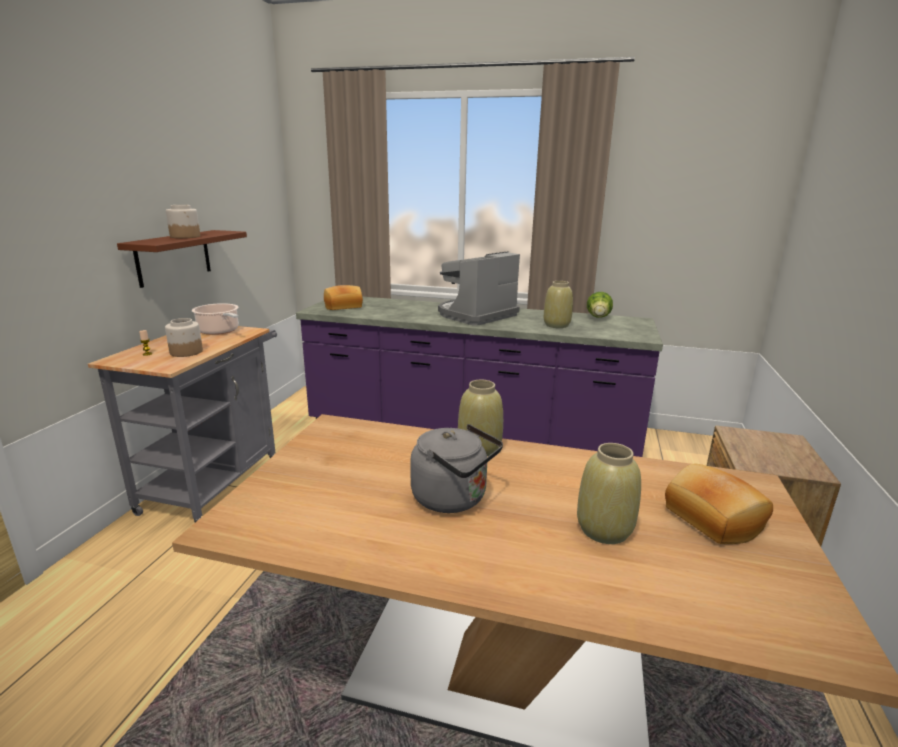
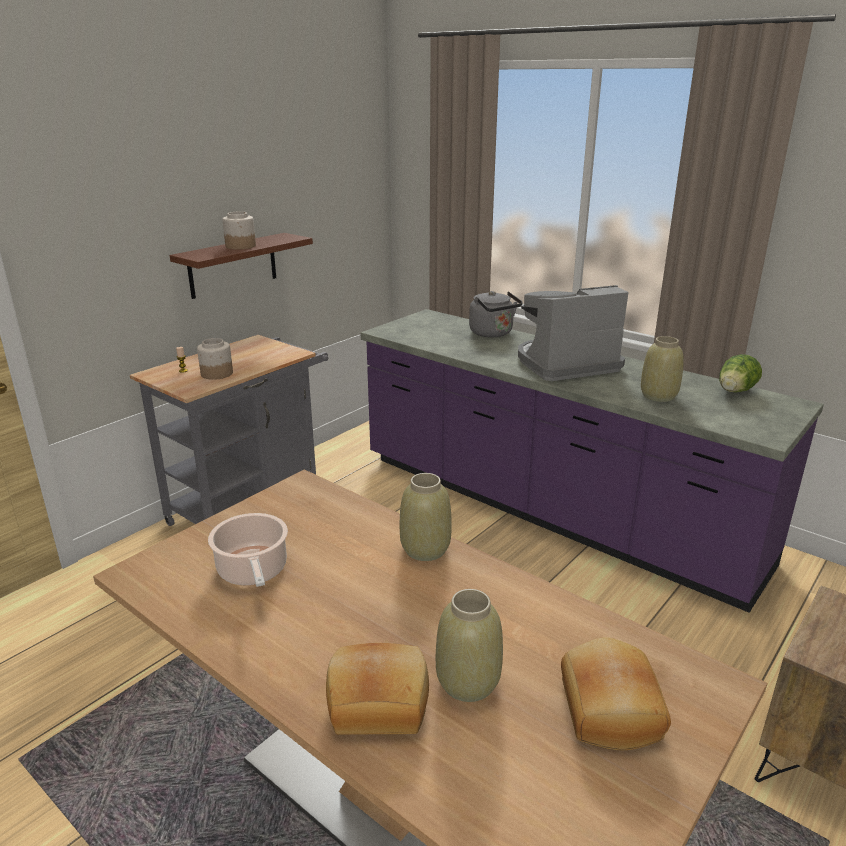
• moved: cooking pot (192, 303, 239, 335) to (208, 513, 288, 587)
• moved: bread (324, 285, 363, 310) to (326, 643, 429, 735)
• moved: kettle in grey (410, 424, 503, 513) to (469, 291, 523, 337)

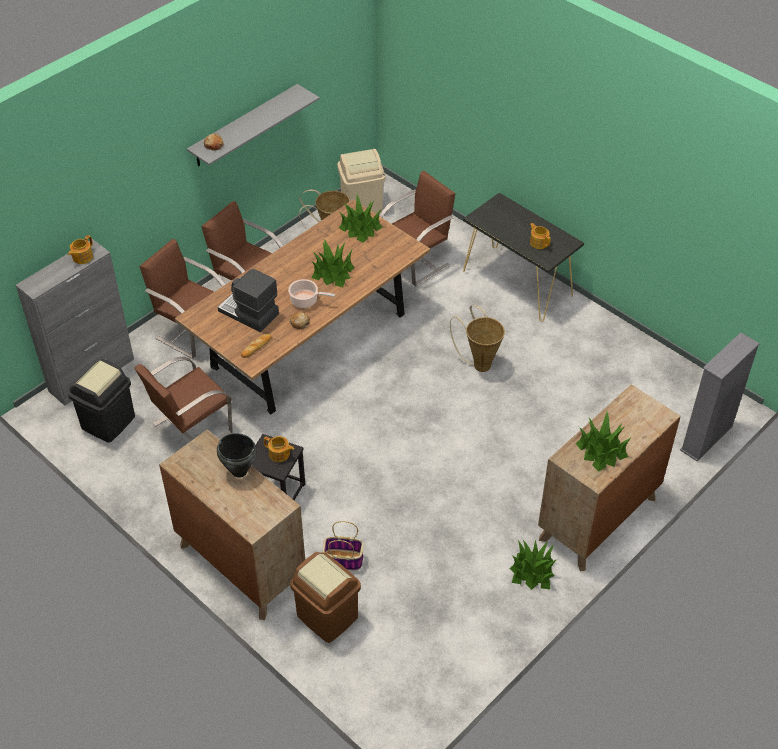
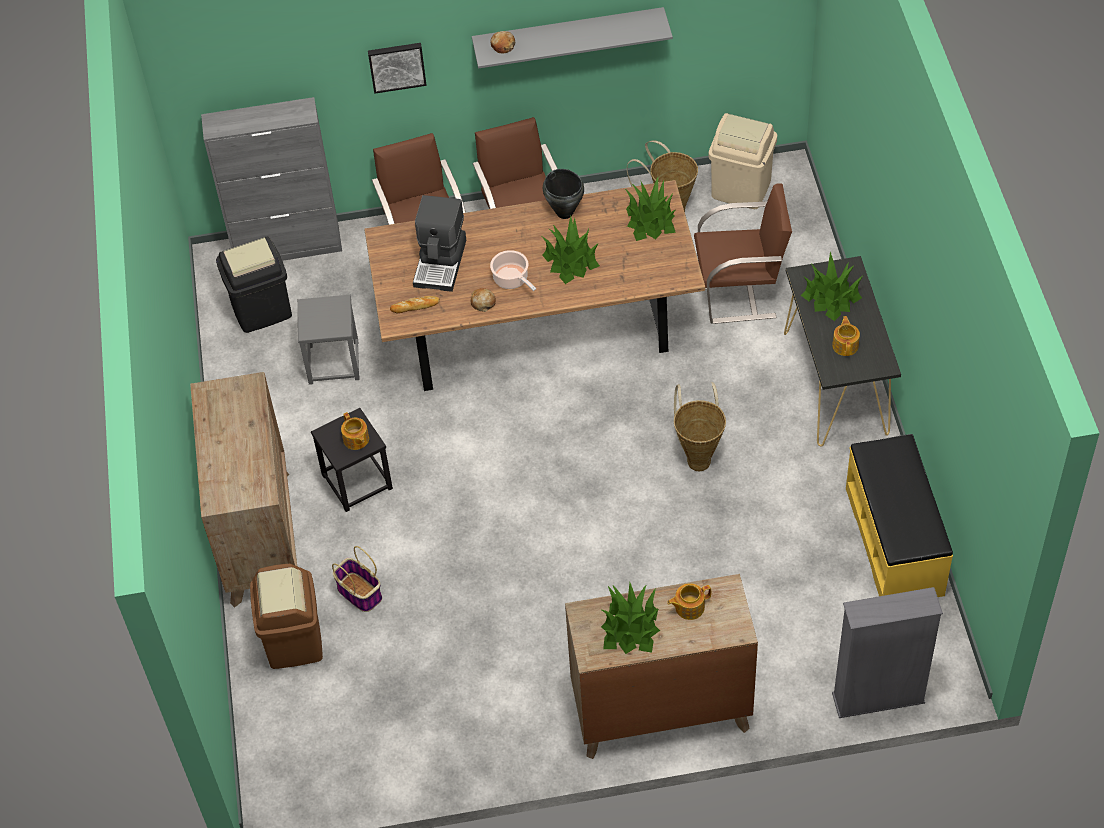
• added: picture (368, 43, 427, 94)
• added: bench in yellow (846, 434, 953, 597)
• moved: teapot (68, 235, 93, 264) to (667, 583, 711, 620)
• moved: cooking pot in black (217, 433, 257, 478) to (543, 169, 584, 219)
• moved: potted plant (509, 540, 556, 590) to (801, 252, 863, 321)
• replaced: chair in brown (134, 356, 233, 442) to stool in grey (298, 295, 360, 385)
• turned: coffee machine (218, 269, 279, 332) = (413, 195, 466, 292) 150 degrees counterclockwise

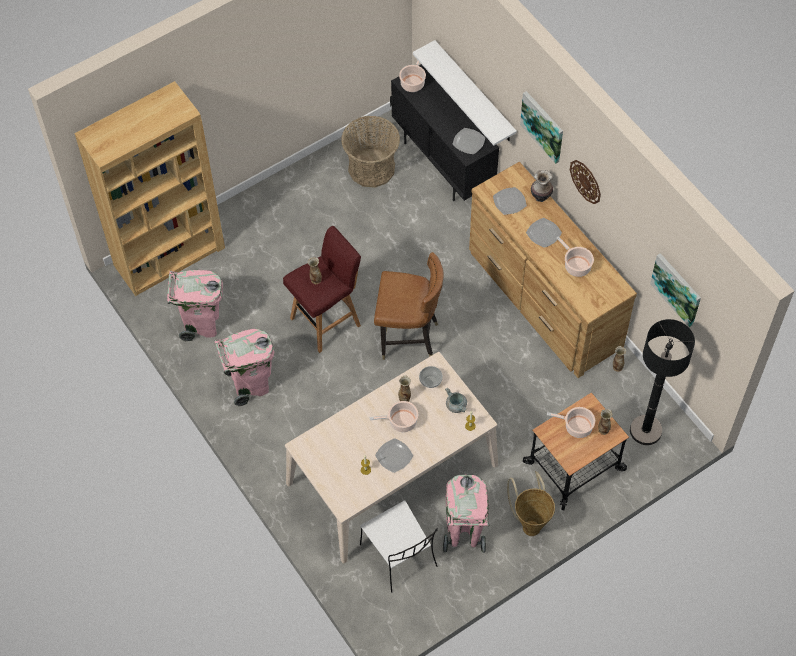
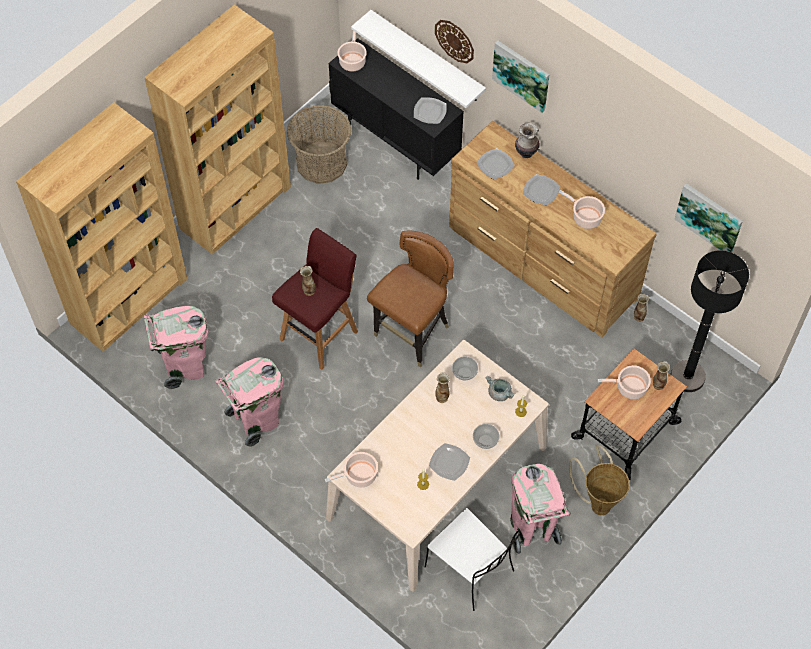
• added: bookcase in brown (144, 5, 291, 254)
• added: bowl (473, 424, 499, 449)
• moved: cooking pot (369, 401, 418, 432) to (325, 452, 378, 488)
• moved: wall clock (570, 160, 601, 204) to (435, 20, 474, 63)
• turned: chair in brown (374, 252, 444, 360) = (367, 230, 454, 368) 45 degrees counterclockwise

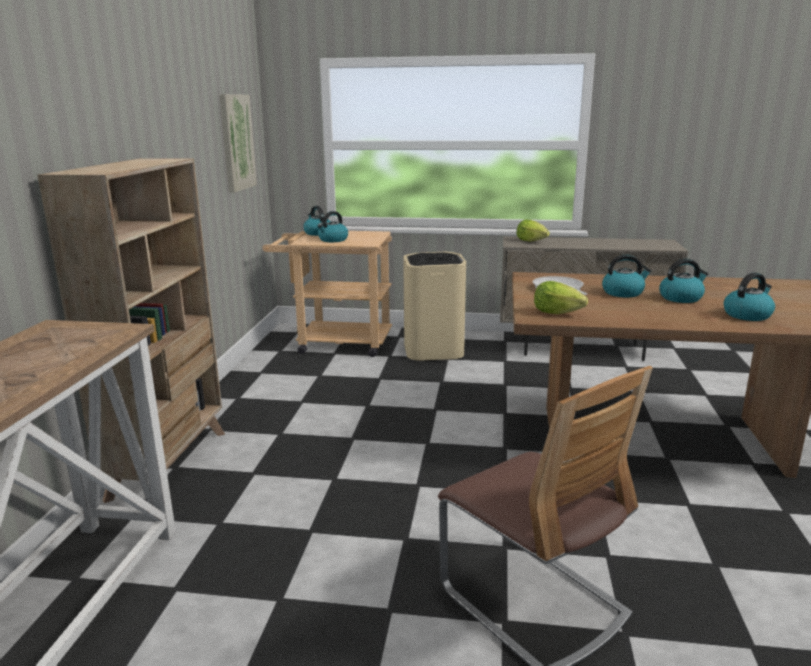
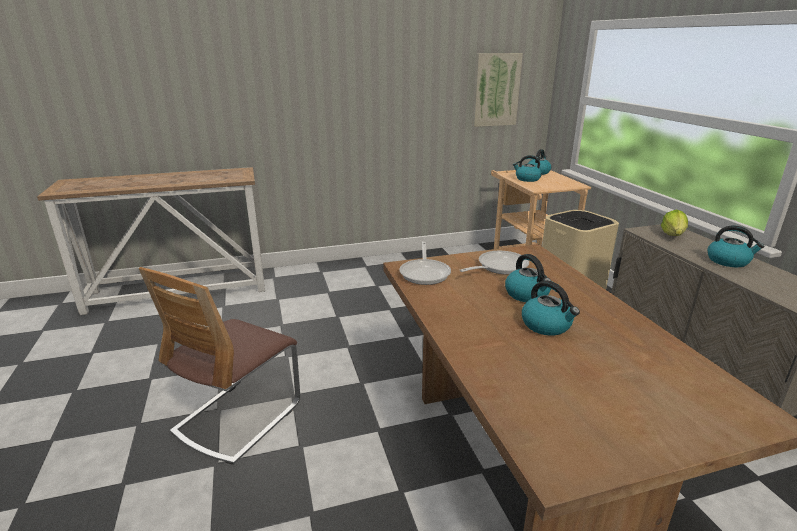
• removed: bookcase in beige (37, 158, 225, 503)
• moved: kettle (724, 272, 775, 321) to (707, 225, 765, 267)
• replaced: lettuce (534, 281, 588, 314) to frying pan (399, 242, 451, 285)

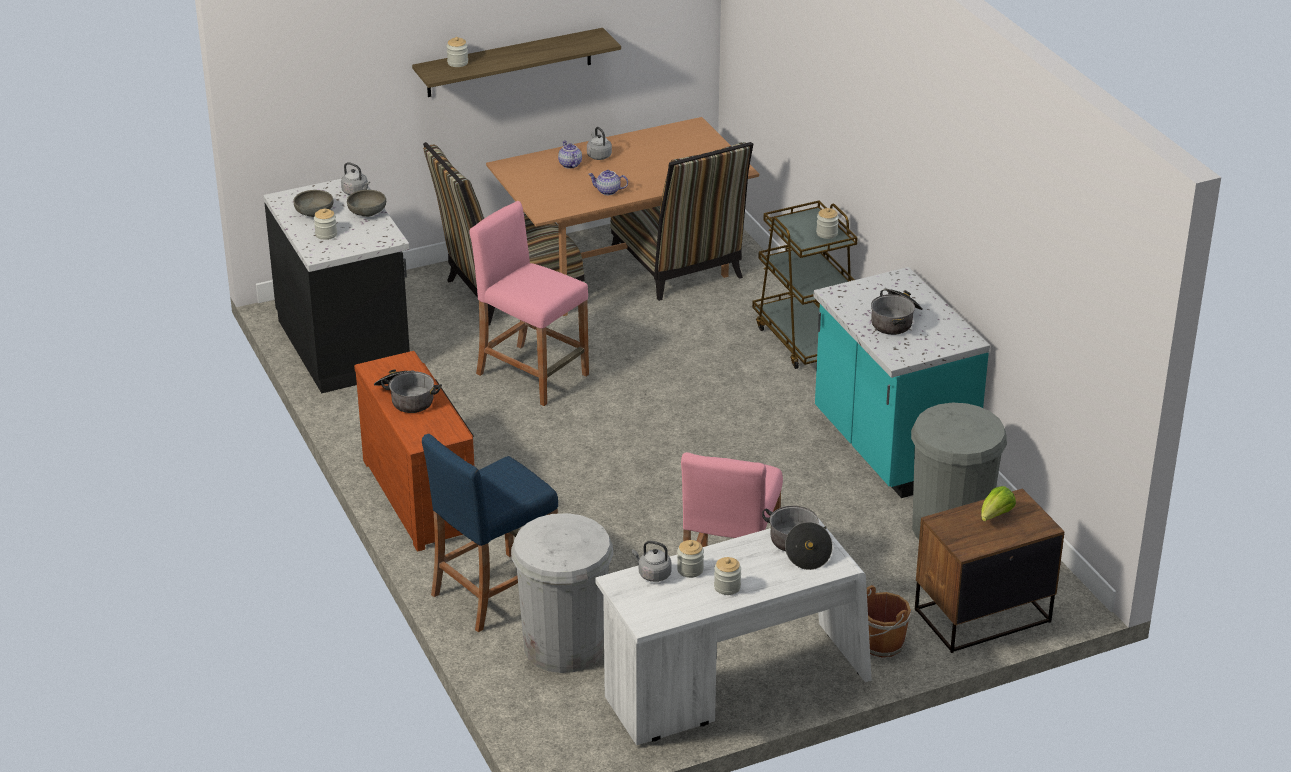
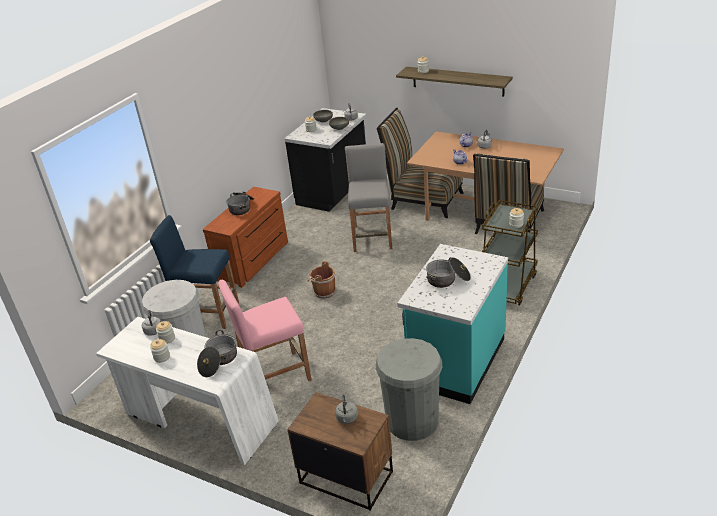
• moved: bucket in brown (867, 585, 912, 657) to (307, 261, 336, 298)
• replaced: lettuce (981, 486, 1016, 521) to kettle in grey (335, 394, 358, 424)
• recoloured: stool in pink (469, 201, 589, 406) to stool in grey (345, 143, 392, 252)

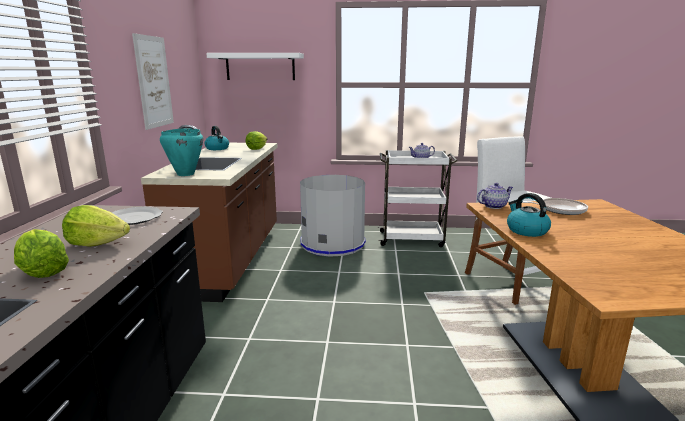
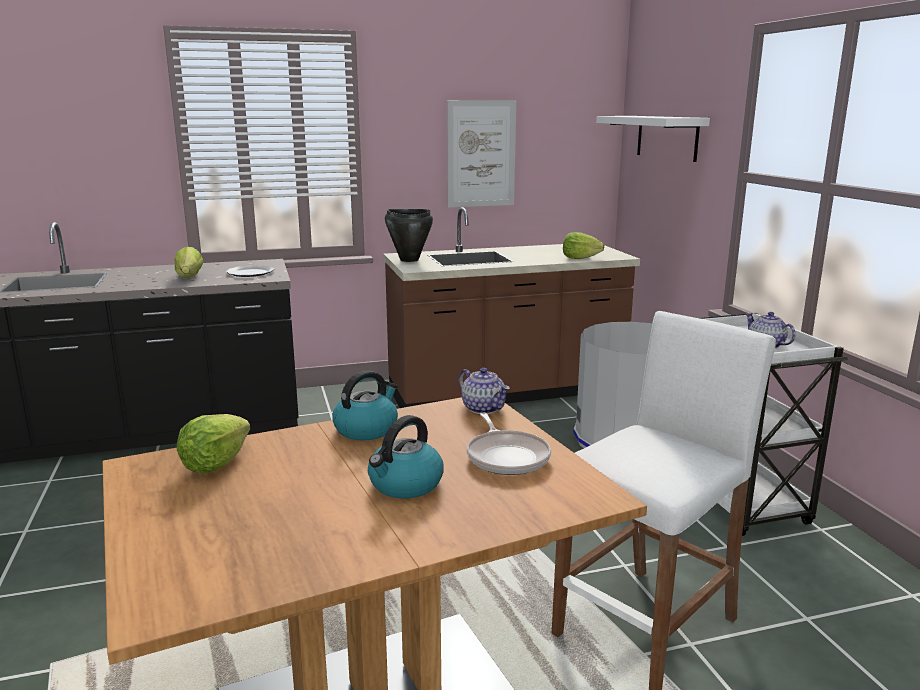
• moved: lettuce (14, 229, 69, 278) to (177, 414, 250, 474)
• moved: kettle (205, 126, 229, 150) to (368, 415, 444, 499)
• recoloured: cooking pot in turquoise (160, 128, 203, 176) to cooking pot in black (385, 209, 433, 262)

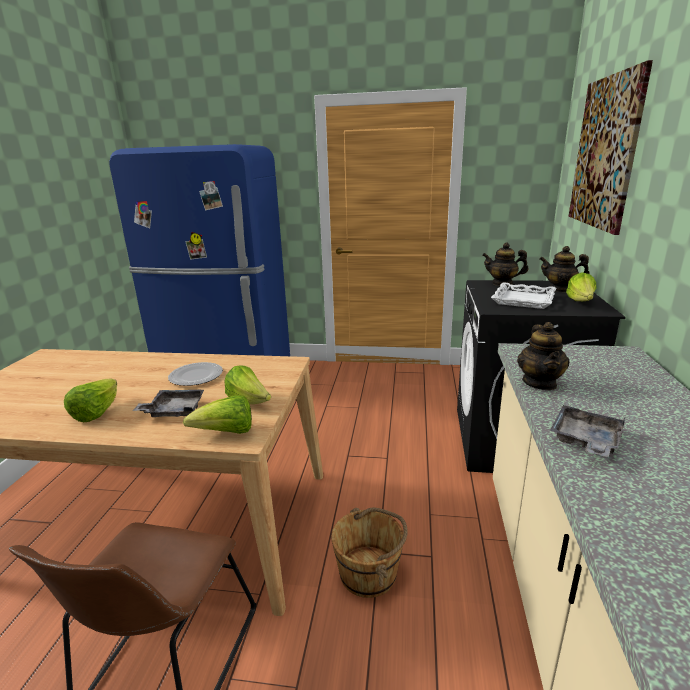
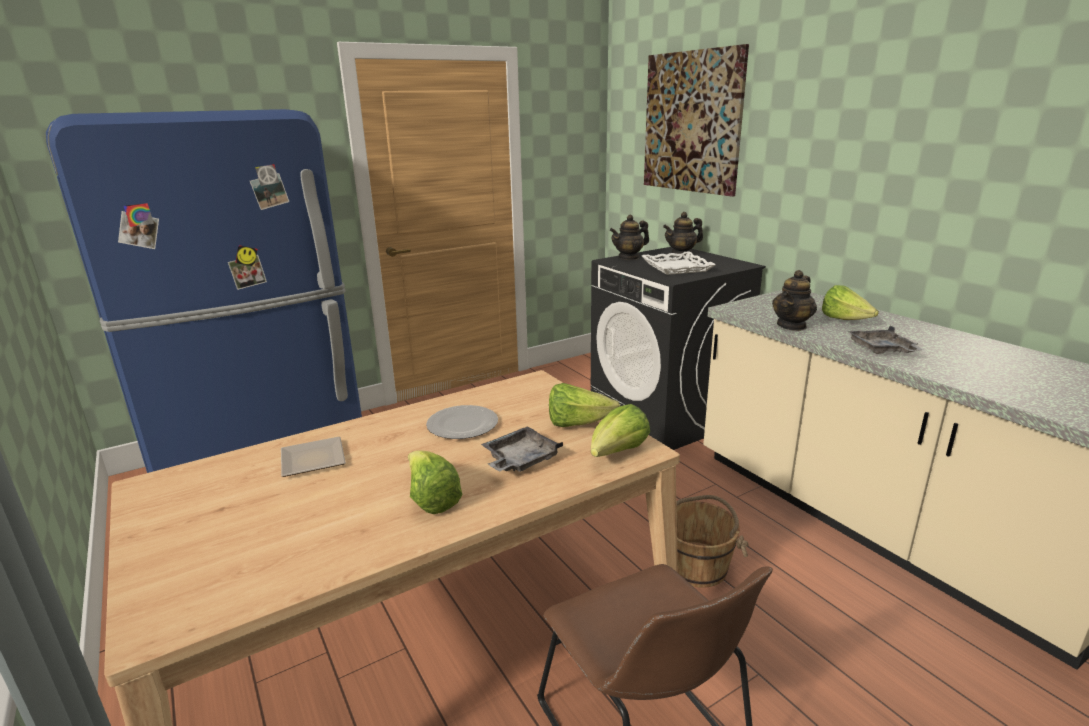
• added: plate (281, 437, 346, 477)
• moved: lettuce (566, 272, 596, 301) to (822, 285, 879, 320)
• turned: teapot (517, 322, 570, 390) = (772, 270, 817, 331) 75 degrees clockwise

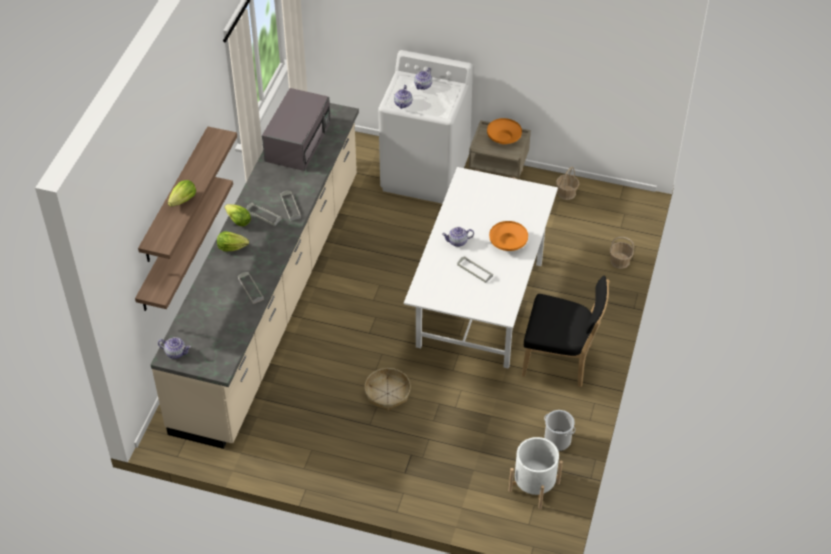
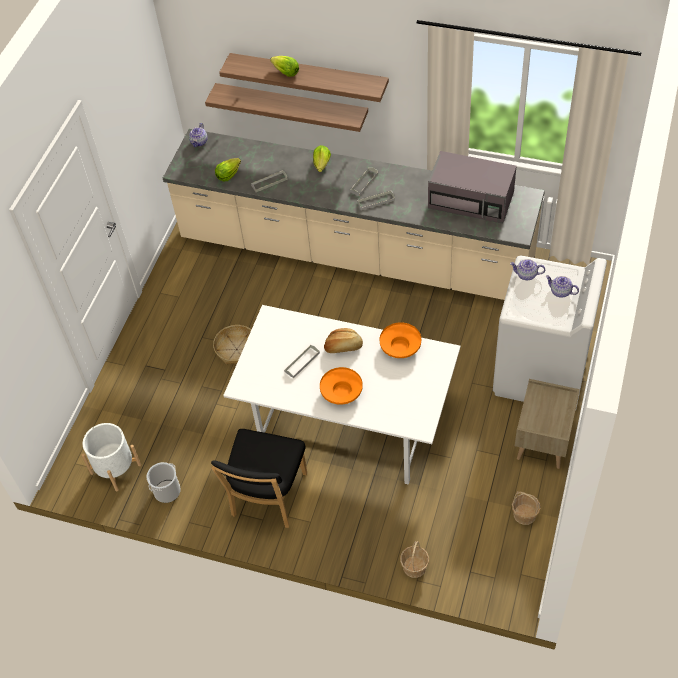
• moved: lettuce (225, 204, 251, 226) to (215, 158, 241, 182)
• moved: bowl in orange (487, 118, 522, 144) to (379, 322, 421, 358)
• replaced: teapot (442, 227, 474, 247) to bread (324, 328, 363, 353)

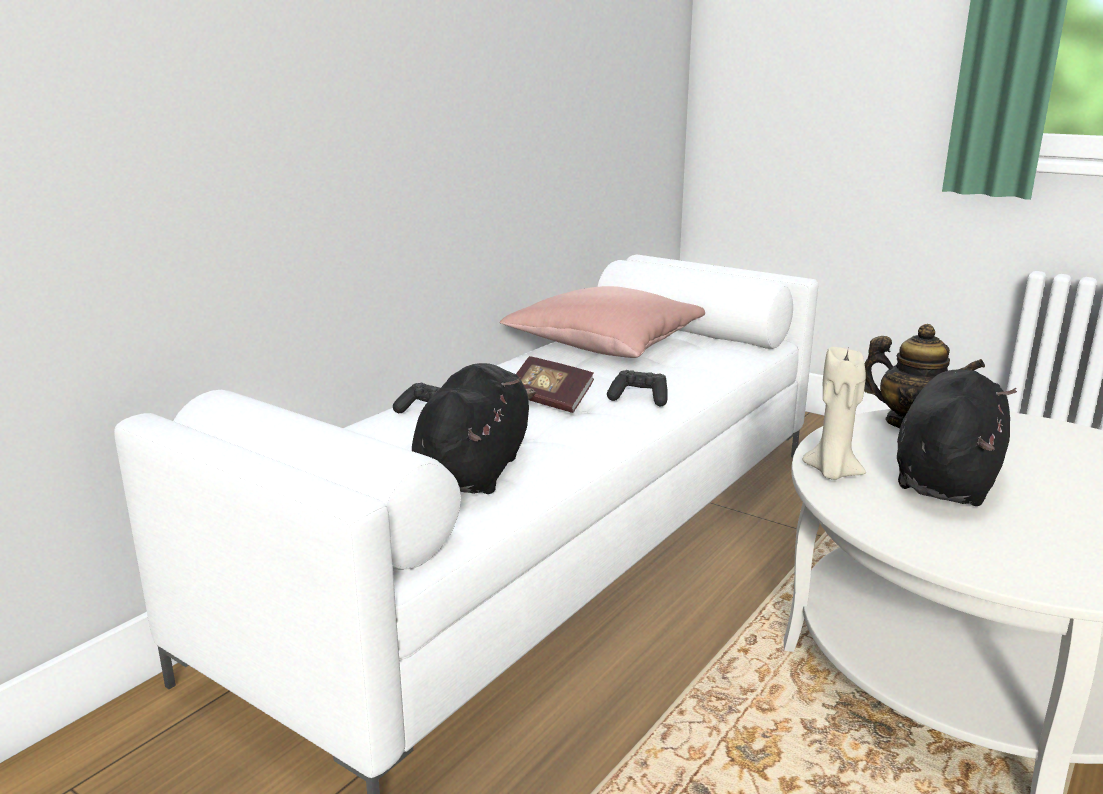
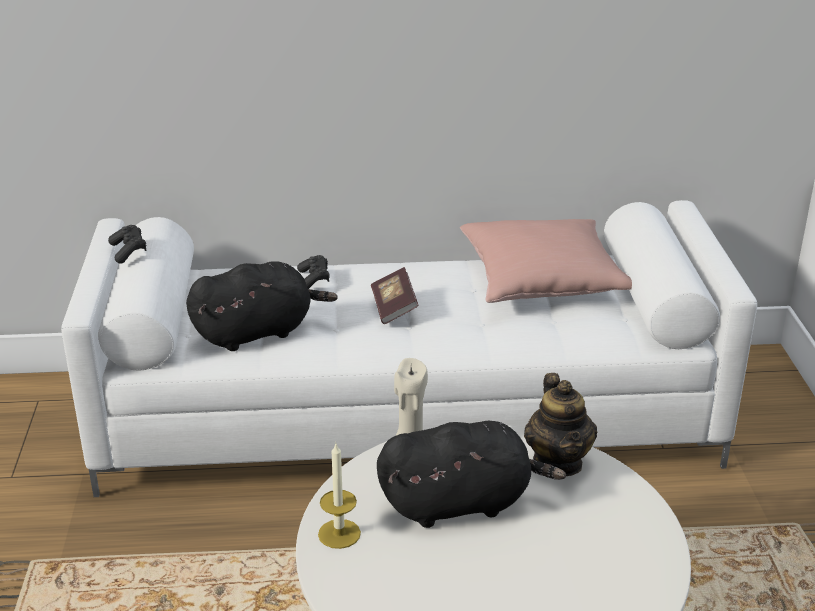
• added: candle (318, 444, 361, 549)
• moved: game controller in black (607, 370, 667, 406) to (108, 225, 147, 264)

